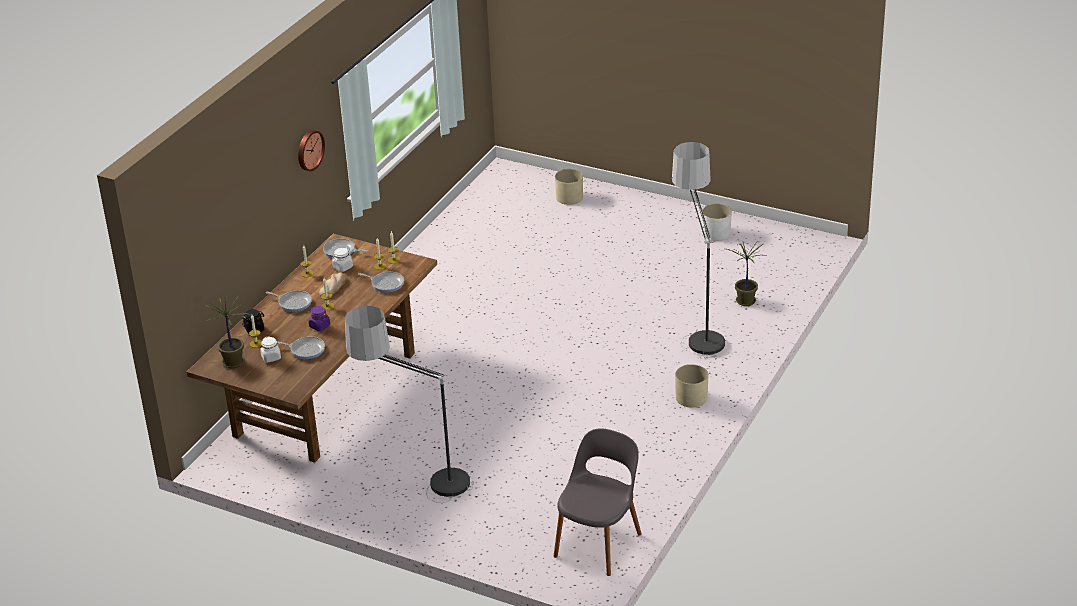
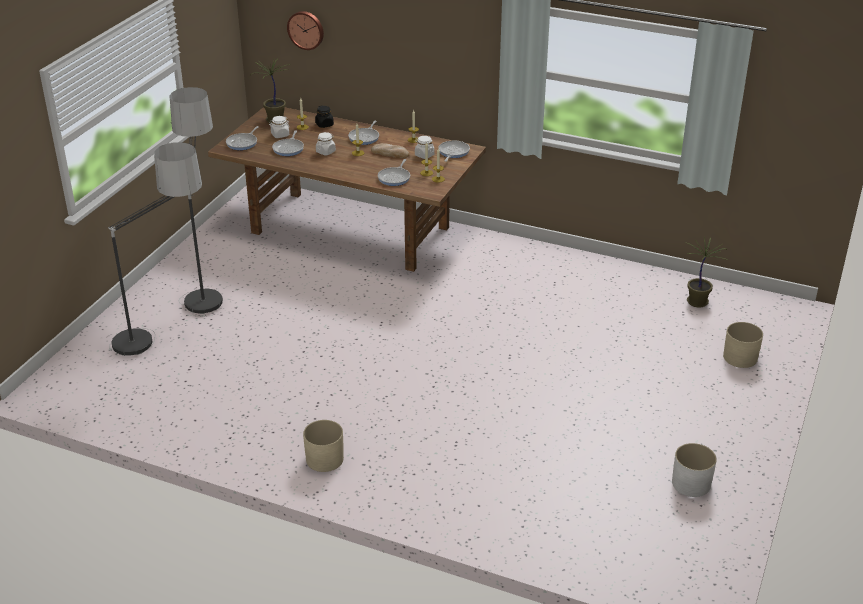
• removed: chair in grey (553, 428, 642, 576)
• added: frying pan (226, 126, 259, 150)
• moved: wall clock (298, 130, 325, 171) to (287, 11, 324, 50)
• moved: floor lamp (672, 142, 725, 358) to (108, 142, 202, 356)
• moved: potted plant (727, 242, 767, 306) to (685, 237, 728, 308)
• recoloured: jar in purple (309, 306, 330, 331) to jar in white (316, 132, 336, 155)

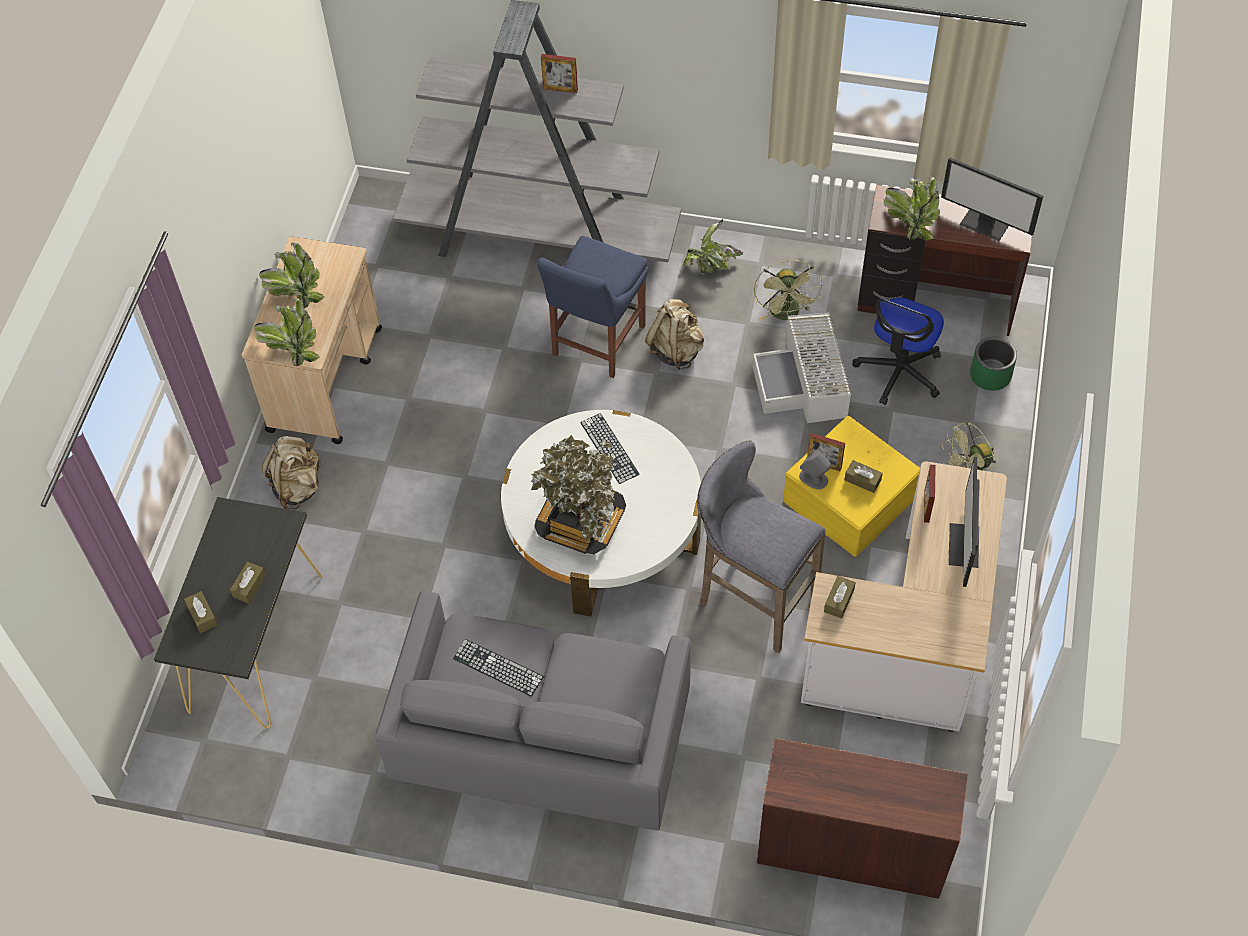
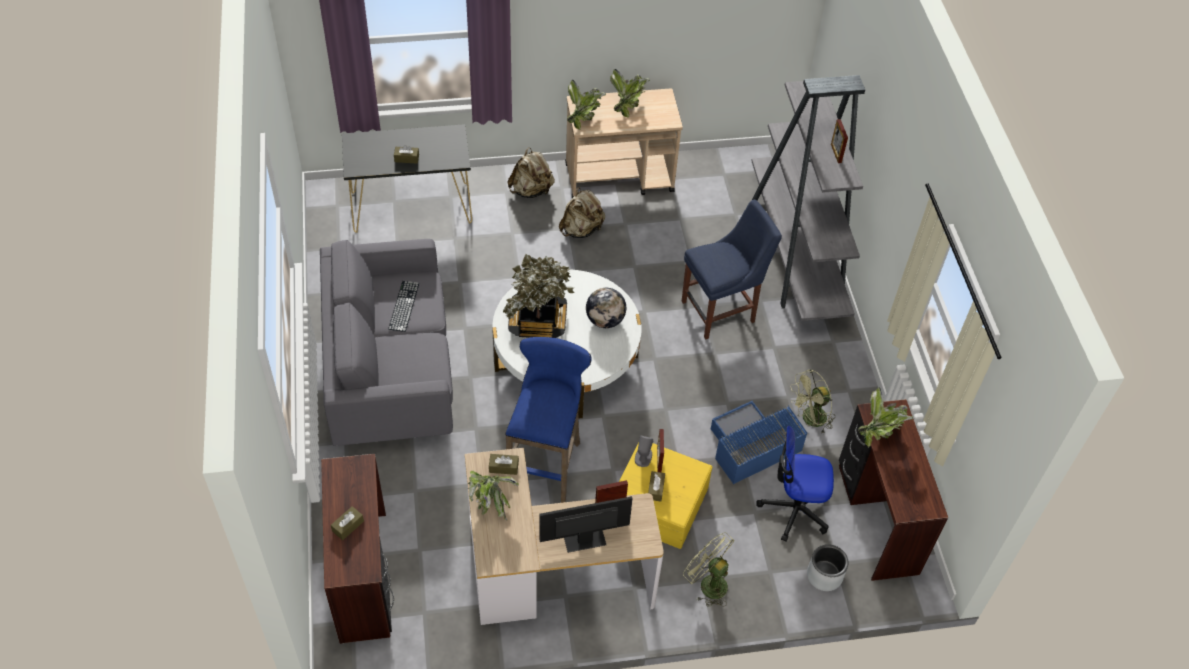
• removed: monitor (941, 157, 1043, 241)
• moved: tissue box in brown (184, 591, 218, 633) to (331, 506, 364, 540)
• moved: backpack in beige (645, 299, 704, 370) to (559, 187, 605, 238)
• moved: potted plant (682, 220, 743, 273) to (467, 471, 519, 520)
• replaced: keyboard (580, 413, 640, 484) to globe (586, 288, 626, 328)
• recoloured: stool in grey (697, 441, 826, 653) to stool in blue (505, 337, 591, 503)
• recoloured: storage box in white (753, 313, 852, 423) to storage box in blue (711, 401, 808, 484)
• recoloured: planter in green (970, 337, 1017, 391) to planter in grey (807, 544, 848, 591)
• turned: chair in blue (537, 236, 648, 378) = (682, 200, 782, 340) 150 degrees clockwise

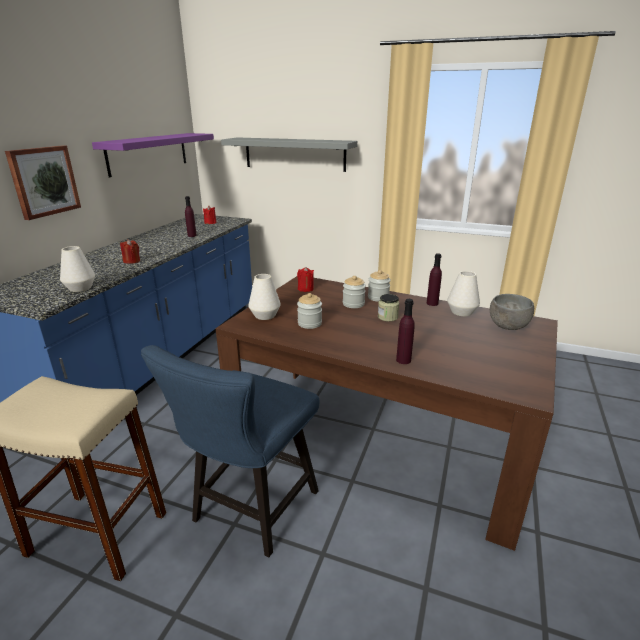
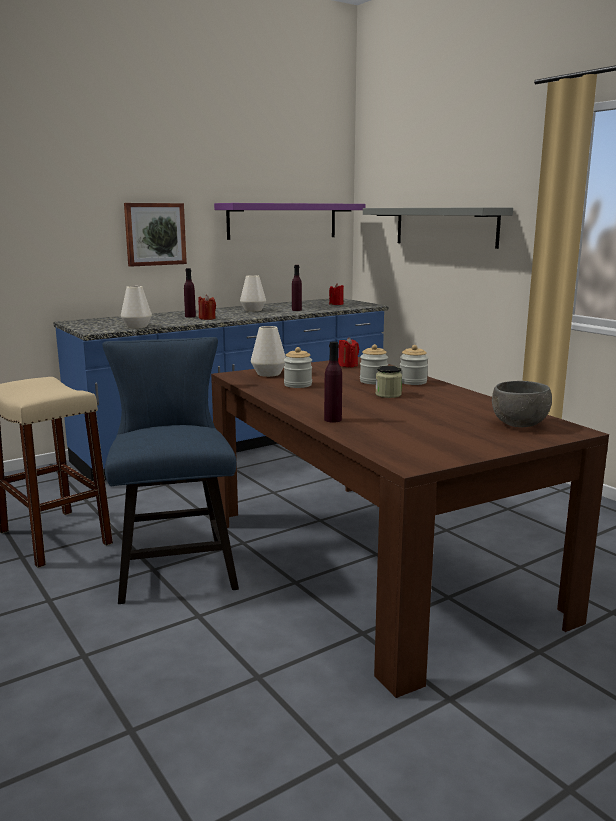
• moved: bottle in purple (427, 253, 442, 306) to (184, 268, 196, 317)
• moved: vase in white (447, 271, 480, 317) to (240, 275, 266, 312)
• turned: chair in blue (141, 345, 319, 557) = (102, 337, 239, 604) 105 degrees clockwise

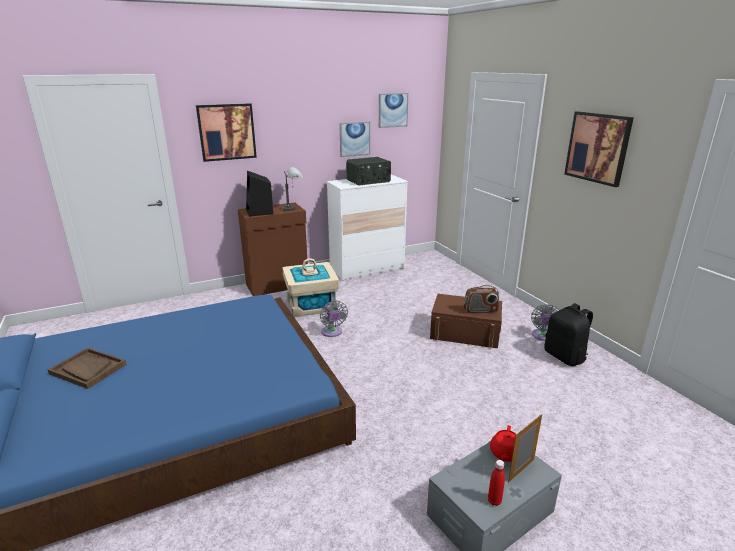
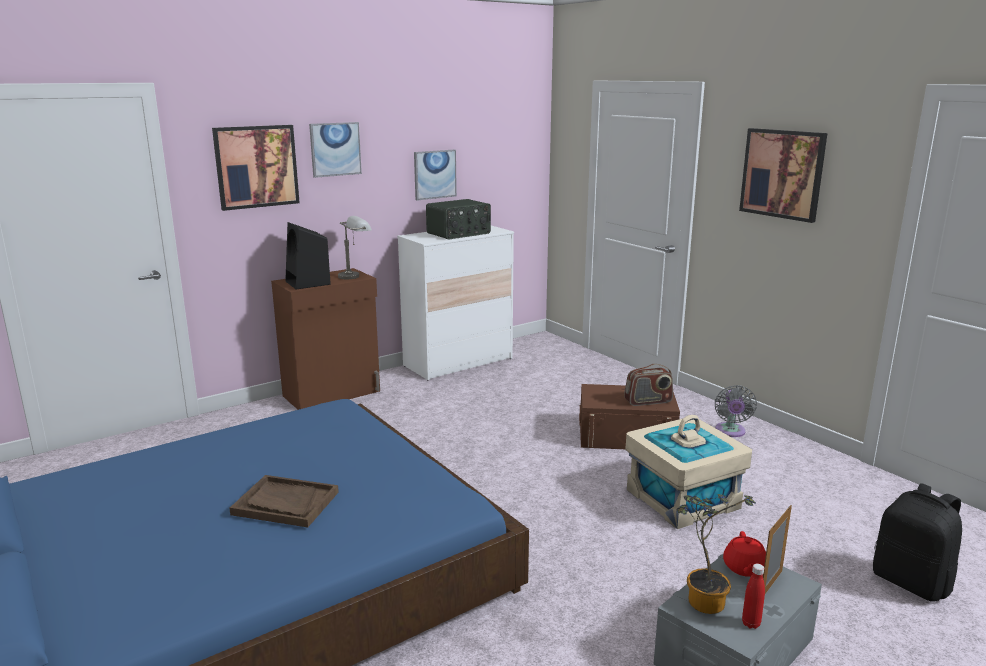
• removed: fan in grey (320, 300, 348, 337)
• added: potted plant (677, 494, 756, 614)
• moved: tray in brown (48, 348, 127, 389) to (230, 475, 339, 527)
• moved: storage box in beige (282, 258, 339, 317) to (625, 415, 752, 529)
• moved: picture (379, 93, 408, 128) to (309, 122, 362, 178)
• moved: backpack in black (544, 303, 593, 366) to (873, 483, 962, 601)

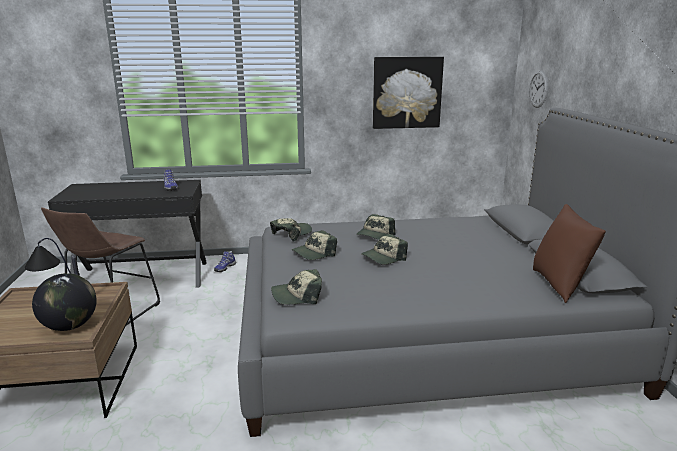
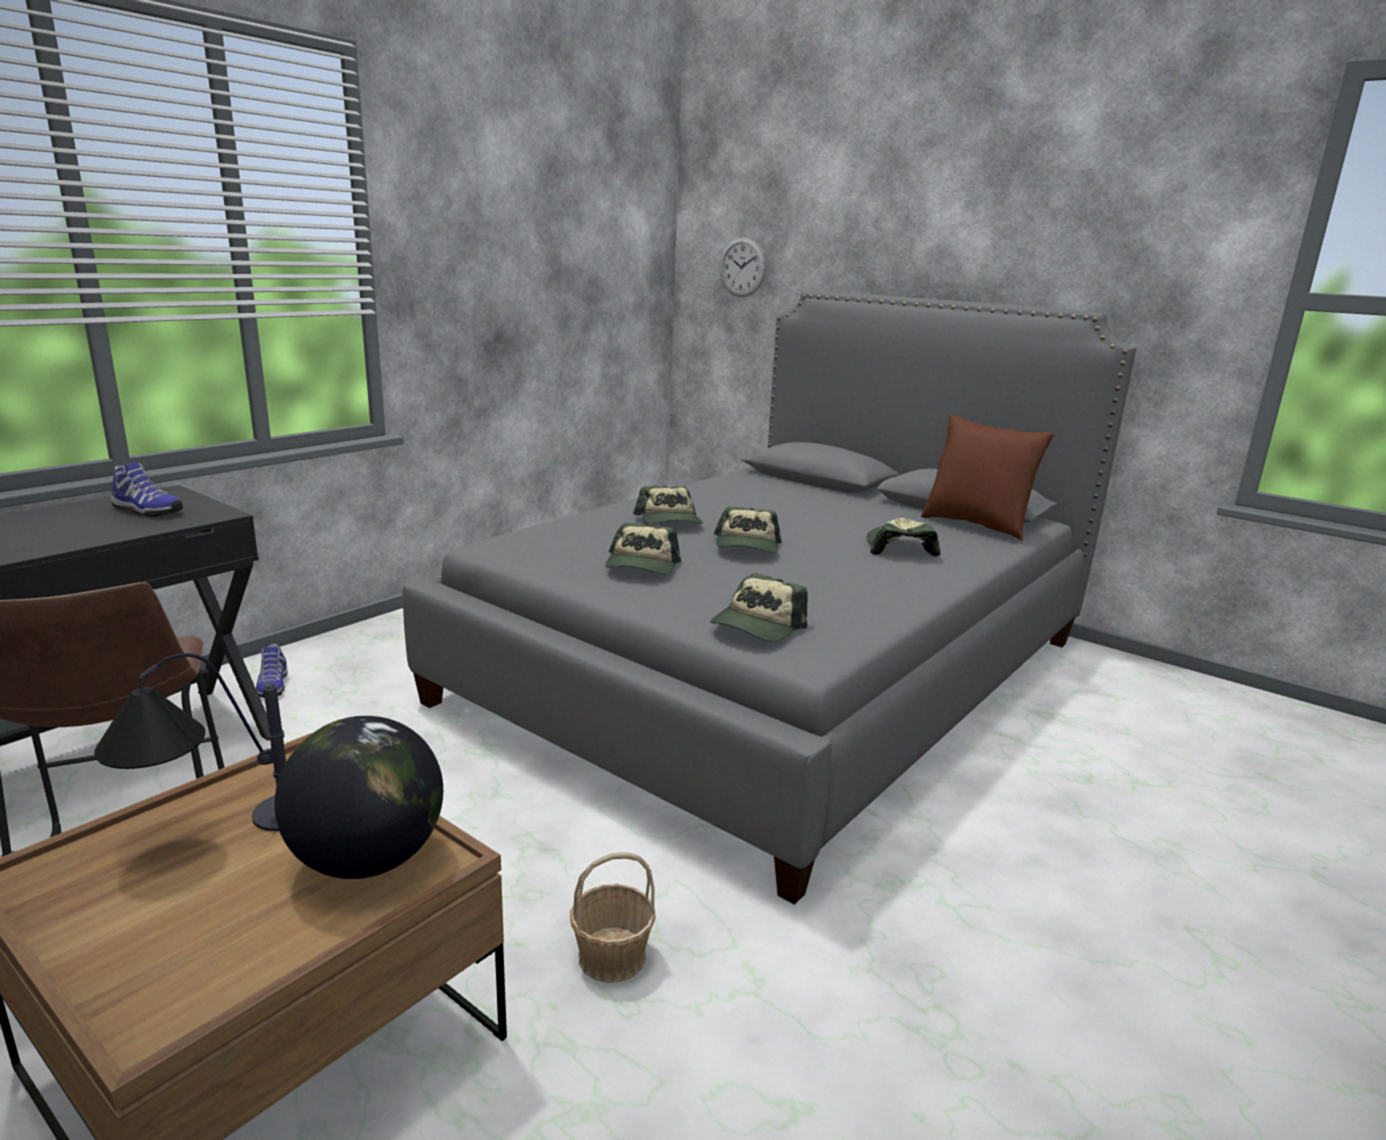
• removed: picture (373, 57, 444, 129)
• added: basket (570, 852, 656, 983)
• moved: cap (270, 218, 312, 242) to (866, 518, 940, 557)

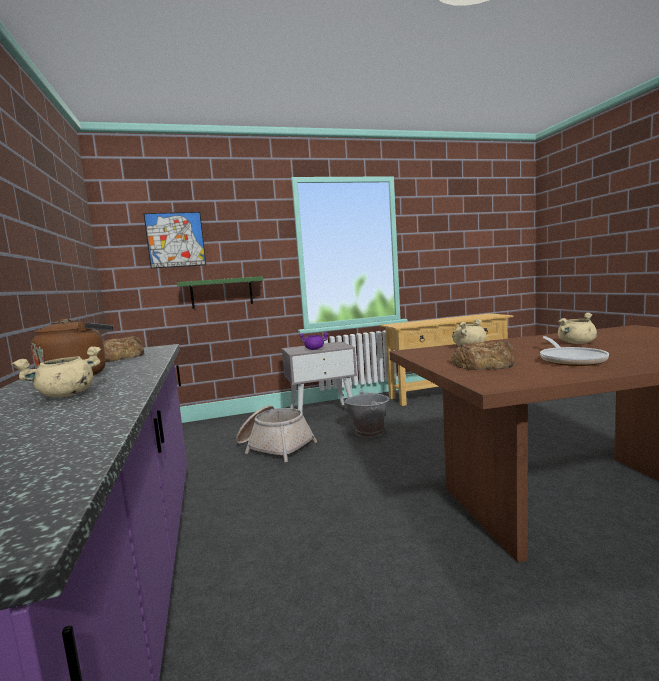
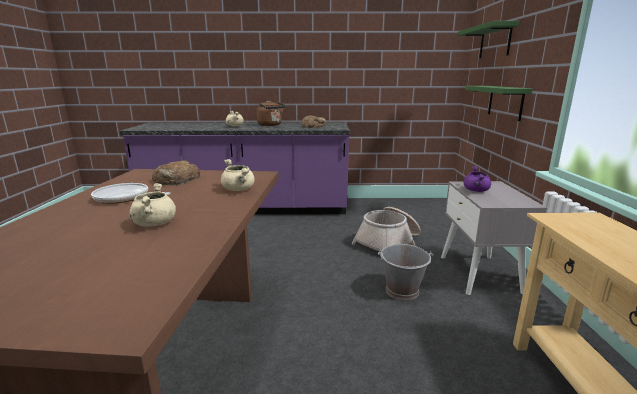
• replaced: picture (143, 212, 206, 268) to shelf in green (458, 21, 519, 58)

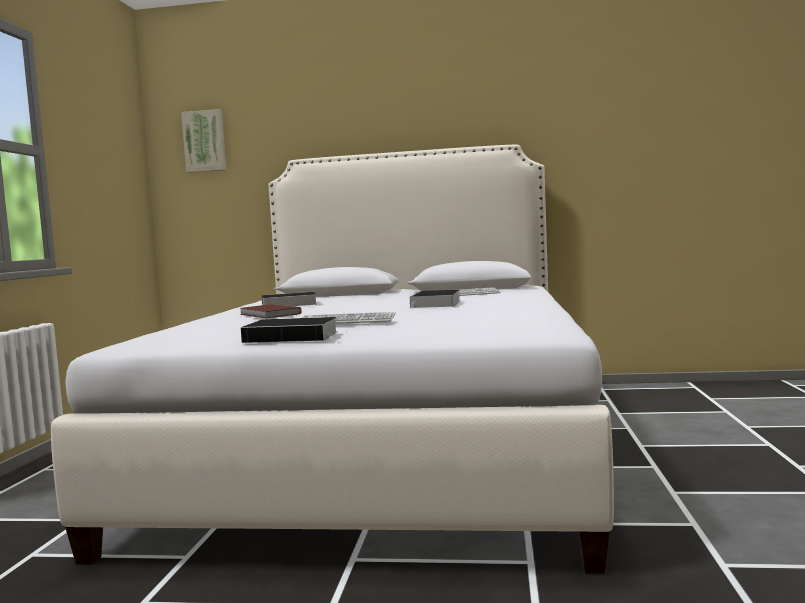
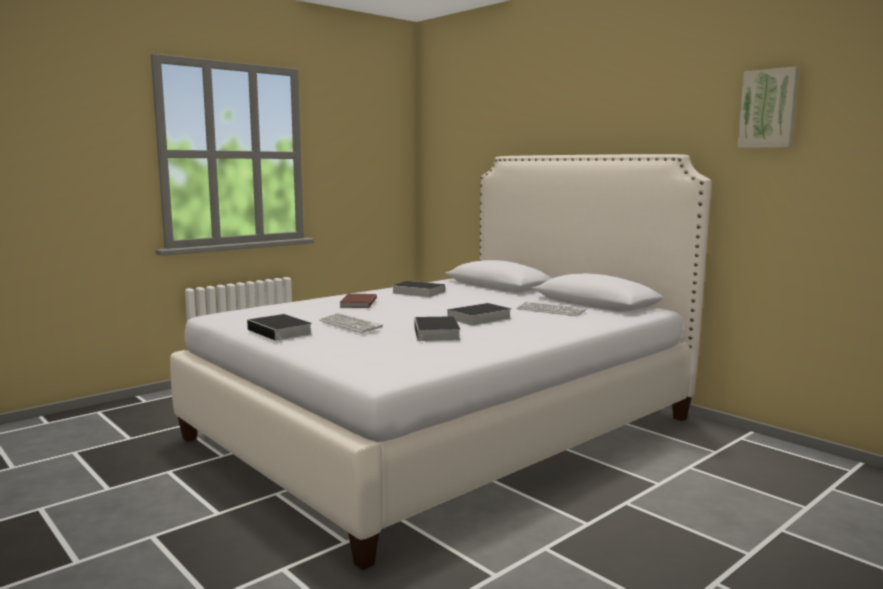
• added: book (414, 316, 460, 344)
• moved: picture (181, 109, 226, 173) to (737, 67, 799, 148)

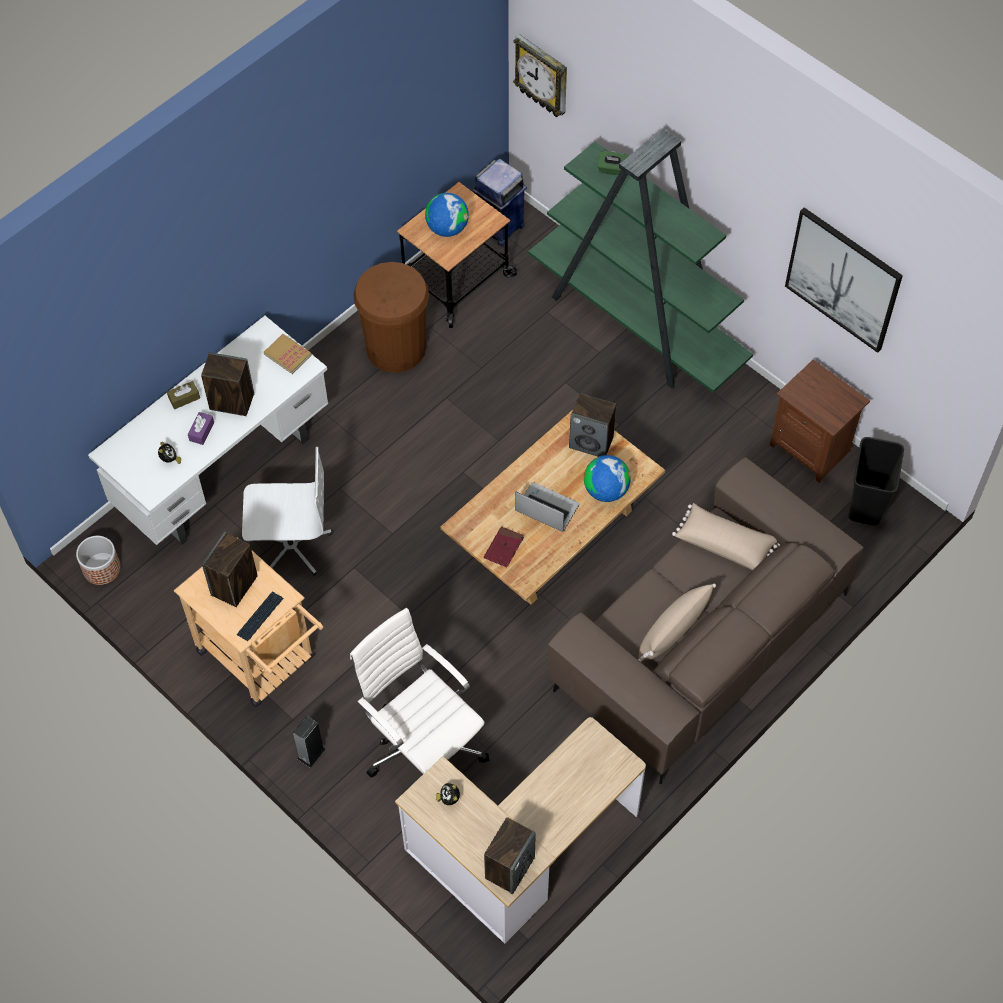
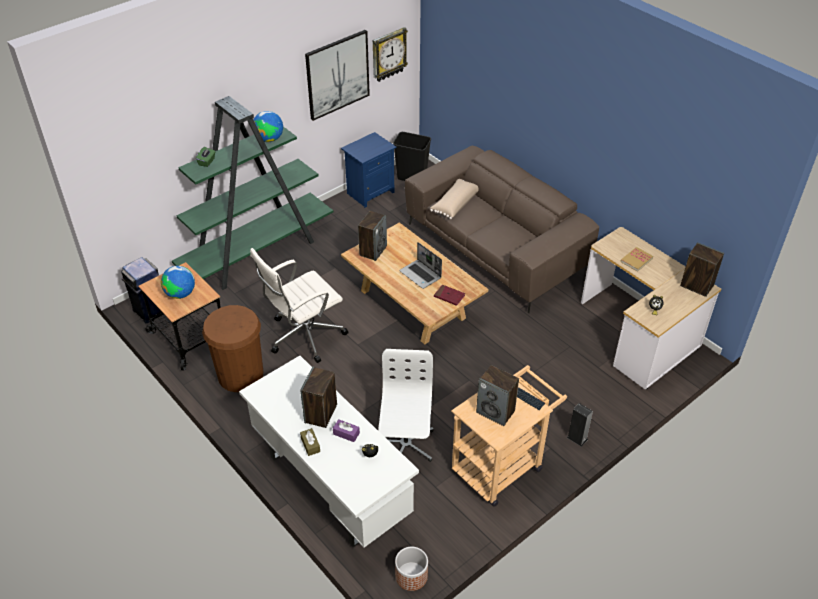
• removed: pillow in beige (638, 584, 716, 662)
• moved: book (264, 334, 312, 374) to (620, 247, 653, 272)
• moved: office chair in white (350, 608, 489, 778) to (250, 248, 349, 363)
• moved: wall clock (513, 34, 567, 117) to (373, 27, 408, 82)
• moved: globe (584, 455, 631, 502) to (253, 111, 283, 142)
• recoloured: nightstand in brown (770, 359, 870, 483) to nightstand in blue (341, 132, 396, 208)
• turned: laptop (515, 482, 579, 532) = (399, 242, 442, 289) 75 degrees counterclockwise

